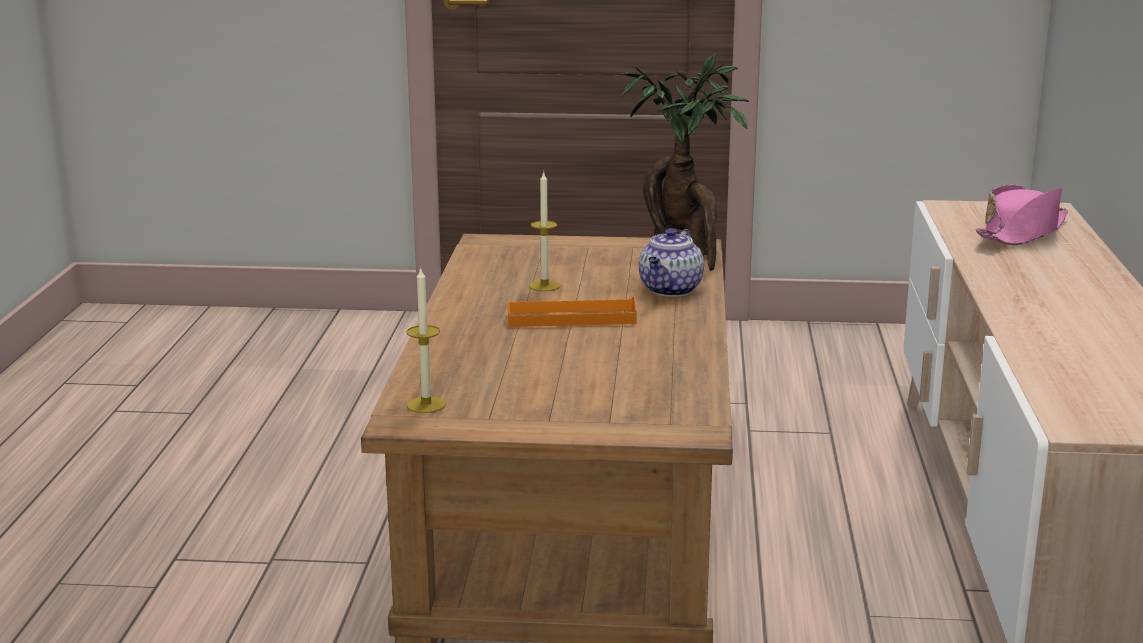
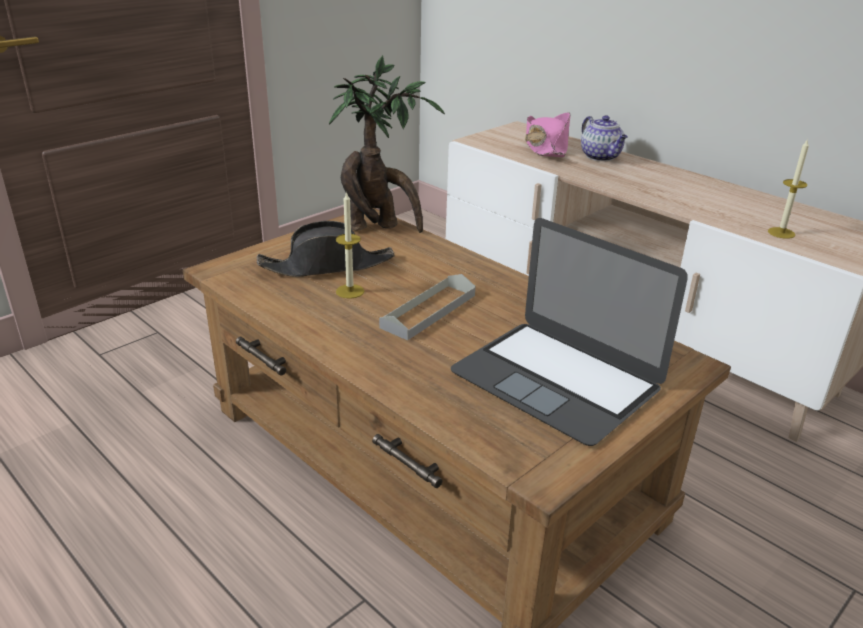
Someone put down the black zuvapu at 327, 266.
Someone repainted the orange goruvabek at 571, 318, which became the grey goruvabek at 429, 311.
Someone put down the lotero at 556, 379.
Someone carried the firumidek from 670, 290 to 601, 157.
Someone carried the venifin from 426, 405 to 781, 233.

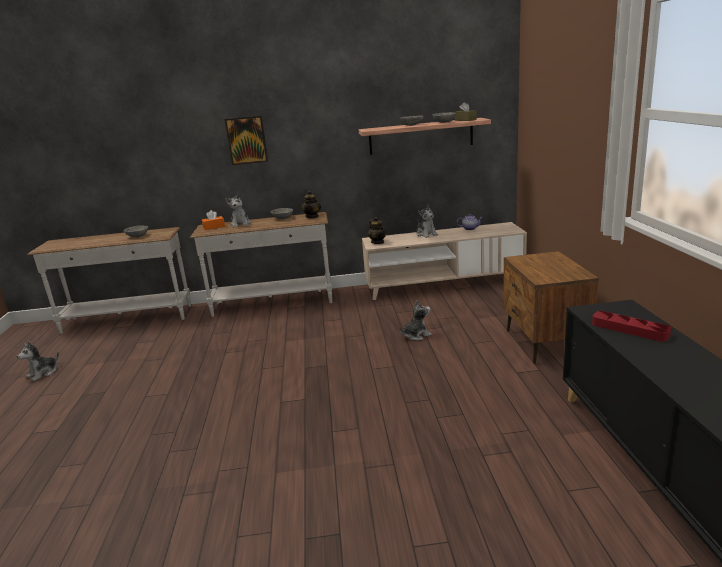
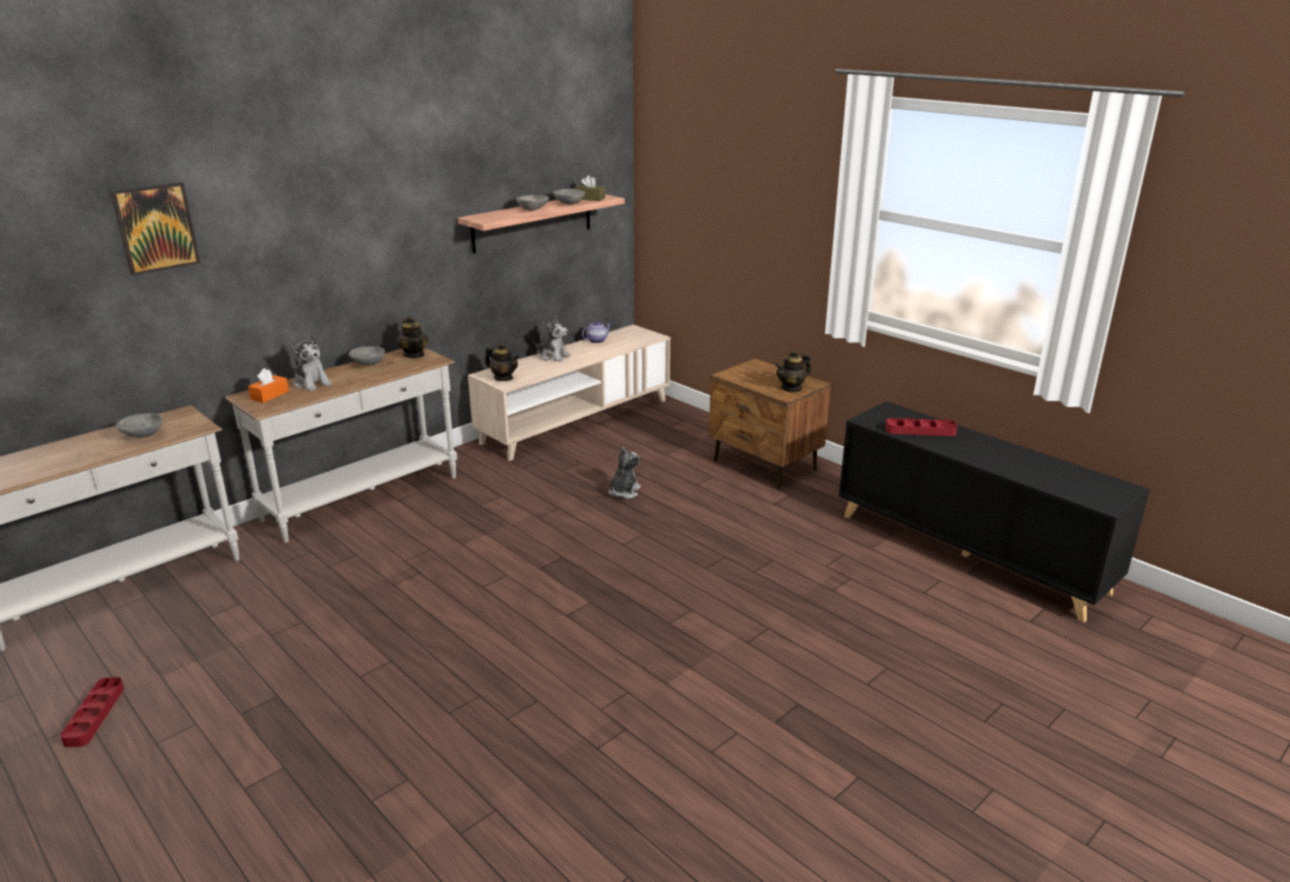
Someone swapped the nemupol at 43, 373 for the red goruvabek at 94, 715.
Someone carried the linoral from 246, 140 to 156, 228.
Someone put down the firumidek at 791, 388.

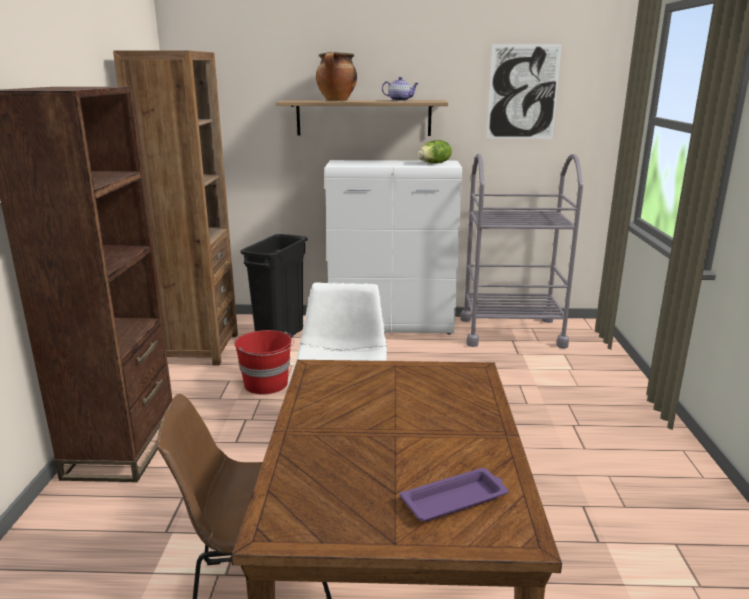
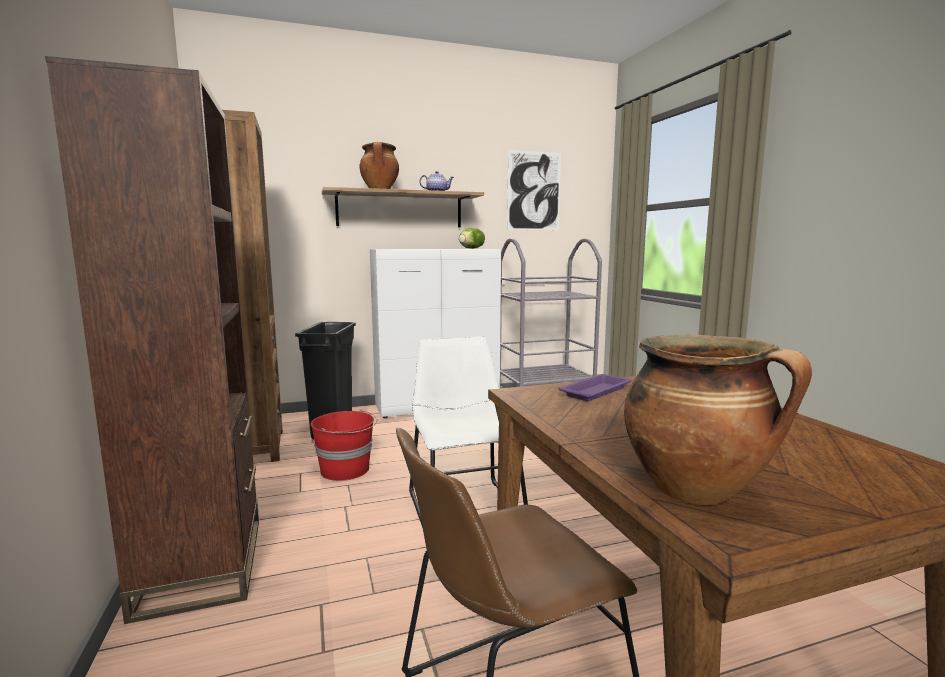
Someone carried the purple goruvabek from 456, 500 to 596, 391.
Someone put down the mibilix at 698, 490.

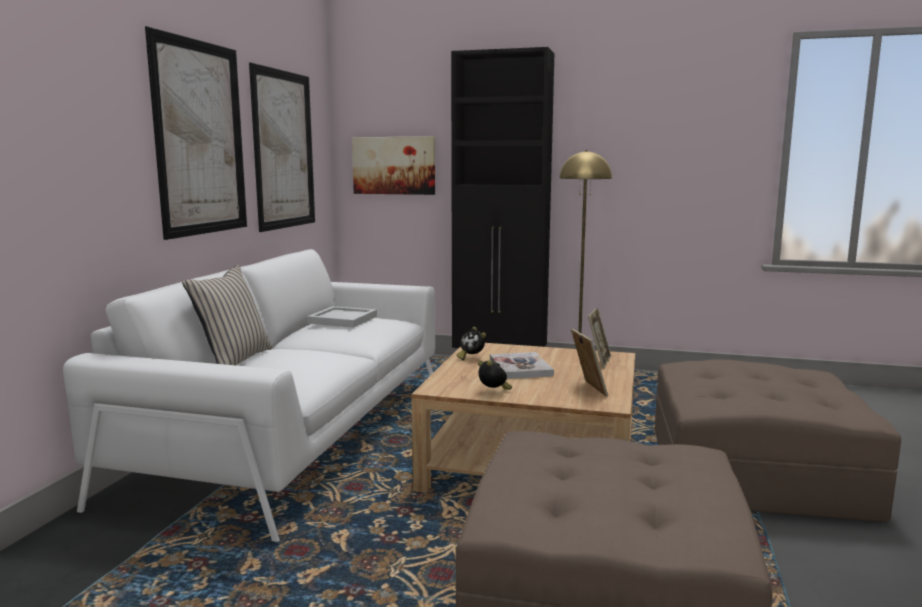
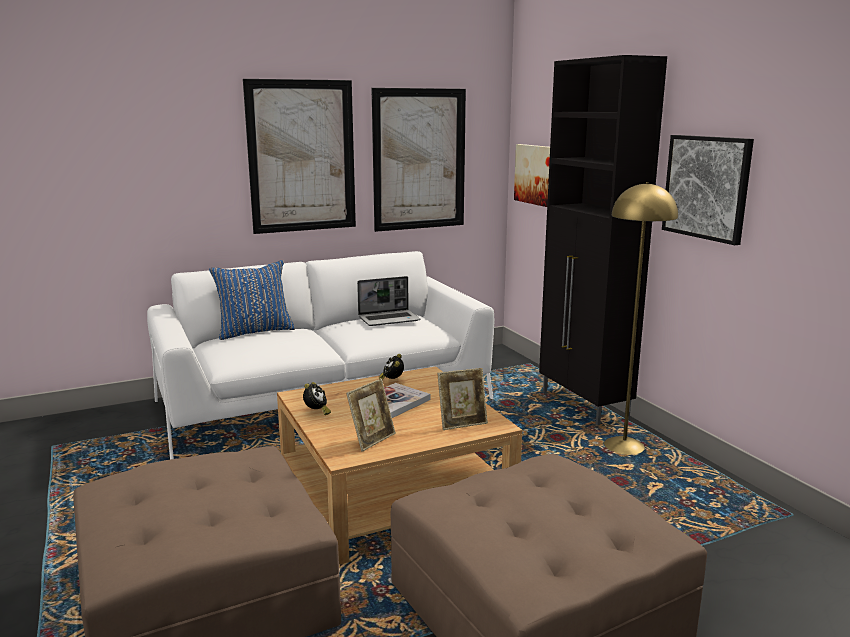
Someone repainted the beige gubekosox at 233, 360, which became the blue gubekosox at 254, 331.
Someone swapped the white goruvabek at 342, 319 for the lotero at 389, 319.
Someone put up the linoral at 706, 187.

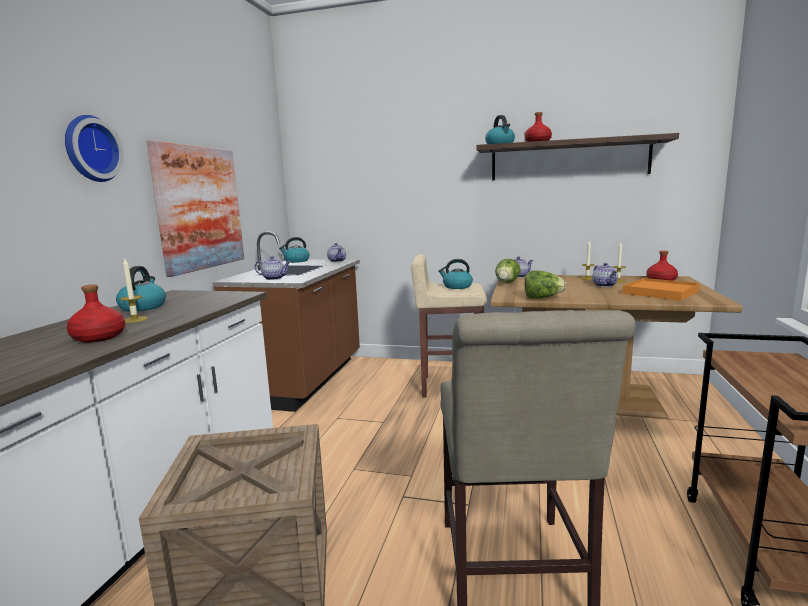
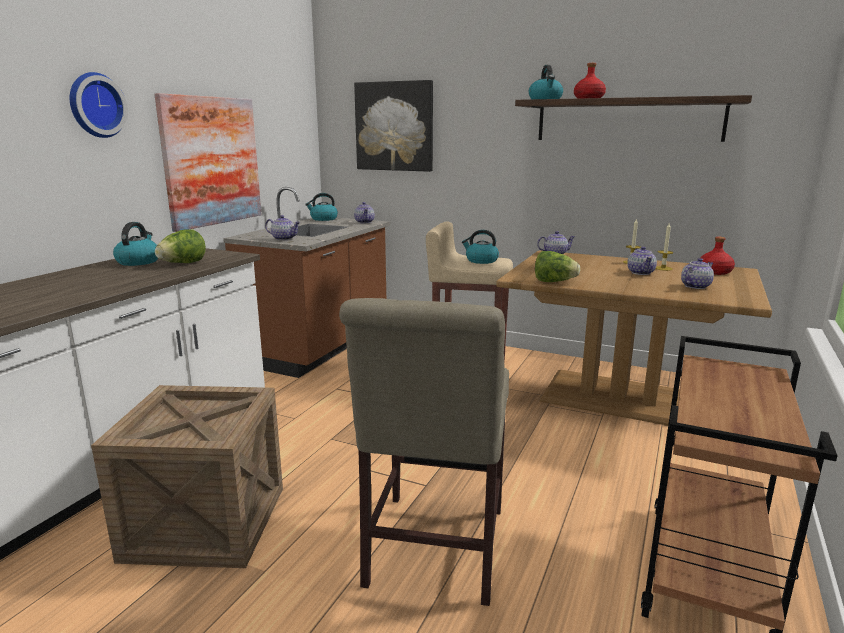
Someone carried the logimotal from 506, 283 to 183, 264.
Someone put up the linoral at 394, 126.
Someone swapped the orange goruvabek at 660, 292 for the firumidek at 695, 286.
Someone took away the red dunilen at 98, 337.
Someone took away the venifin at 134, 320.

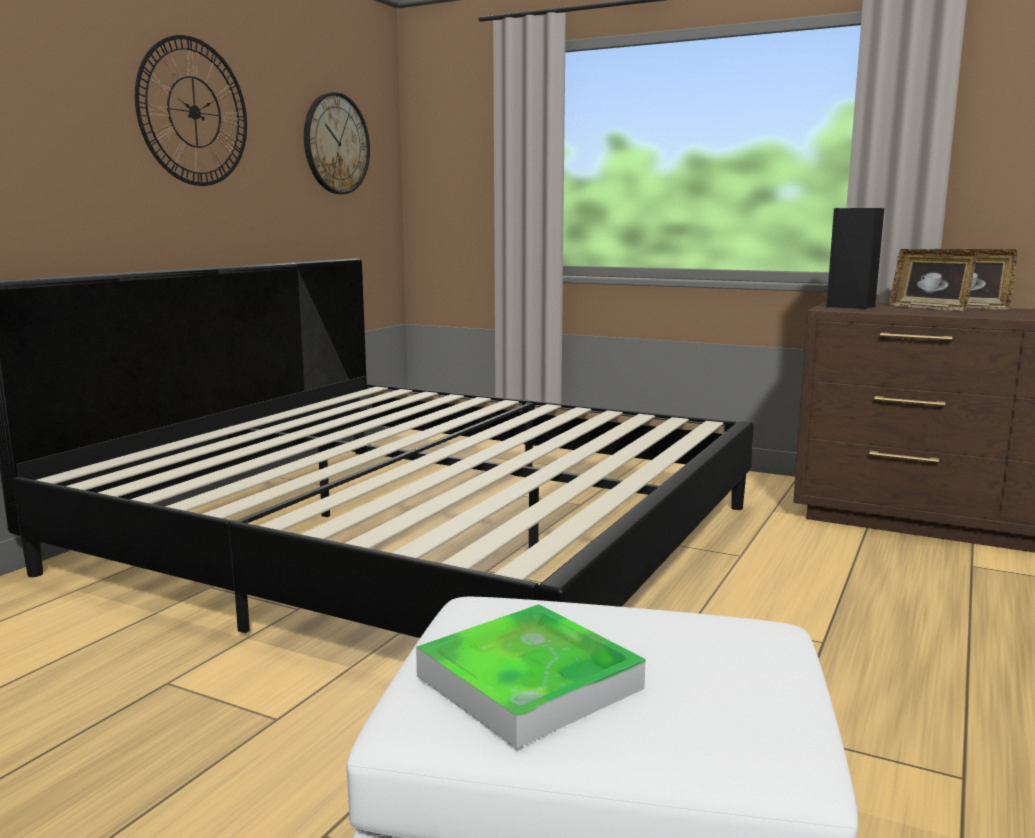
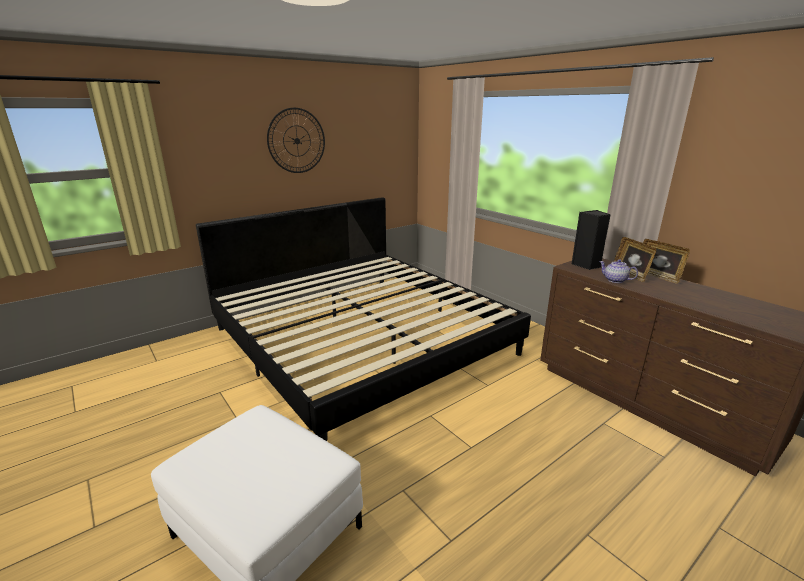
Someone put down the firumidek at 615, 280.
Someone took away the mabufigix at 336, 144.
Someone took away the goruvabek at 529, 682.

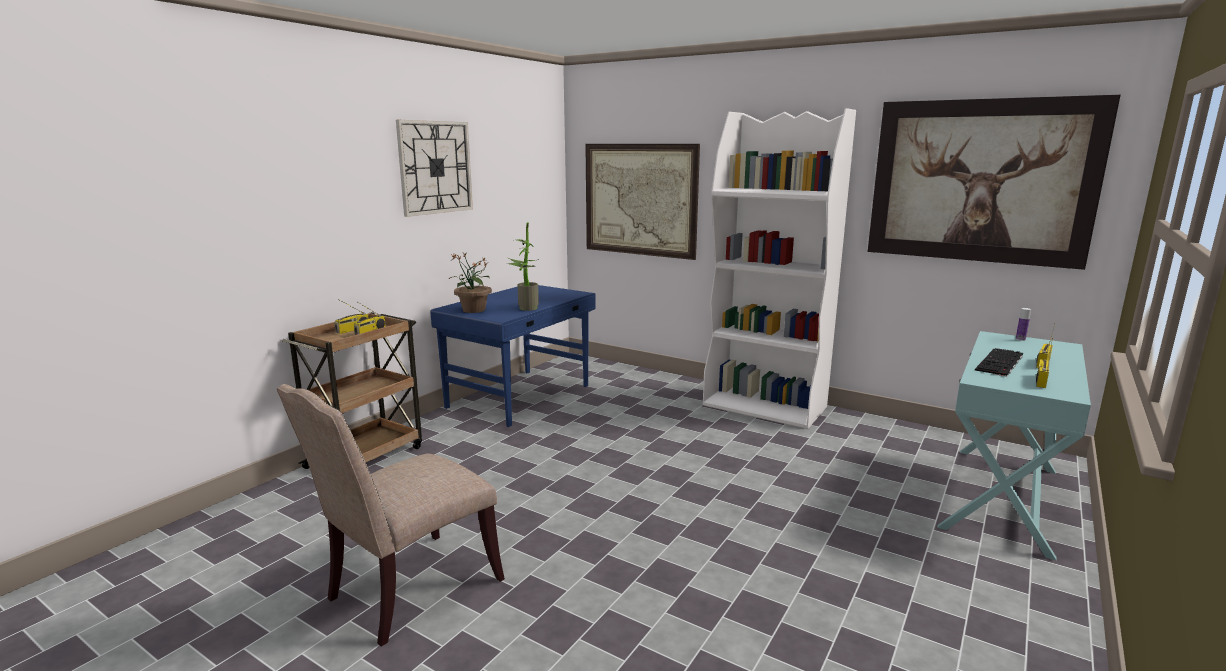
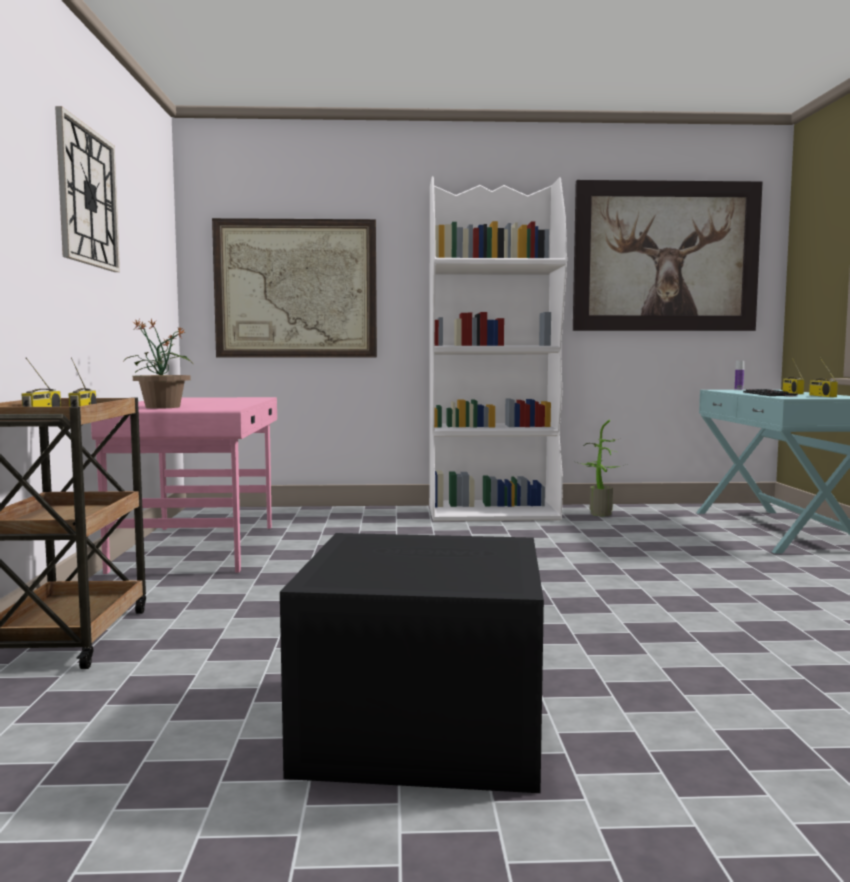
Someone repainted the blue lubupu at 521, 396, which became the pink lubupu at 200, 547.
Someone swapped the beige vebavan at 408, 591 for the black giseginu at 419, 726.
Someone carried the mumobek from 525, 308 to 598, 514.

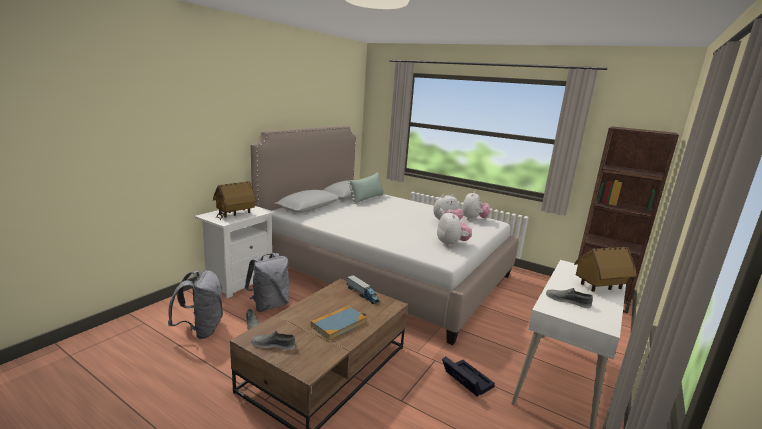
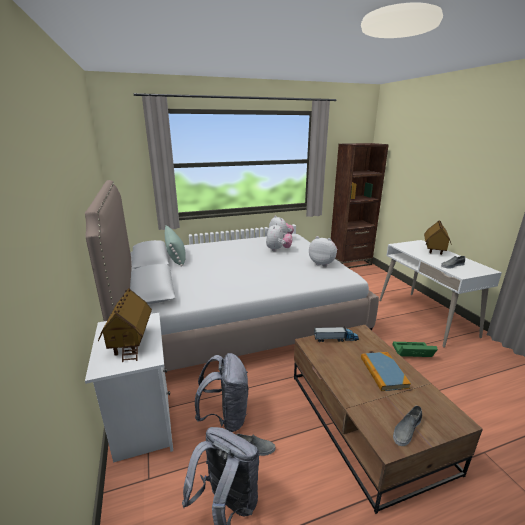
Someone repainted the black giseginu at 465, 380, which became the green giseginu at 411, 352.

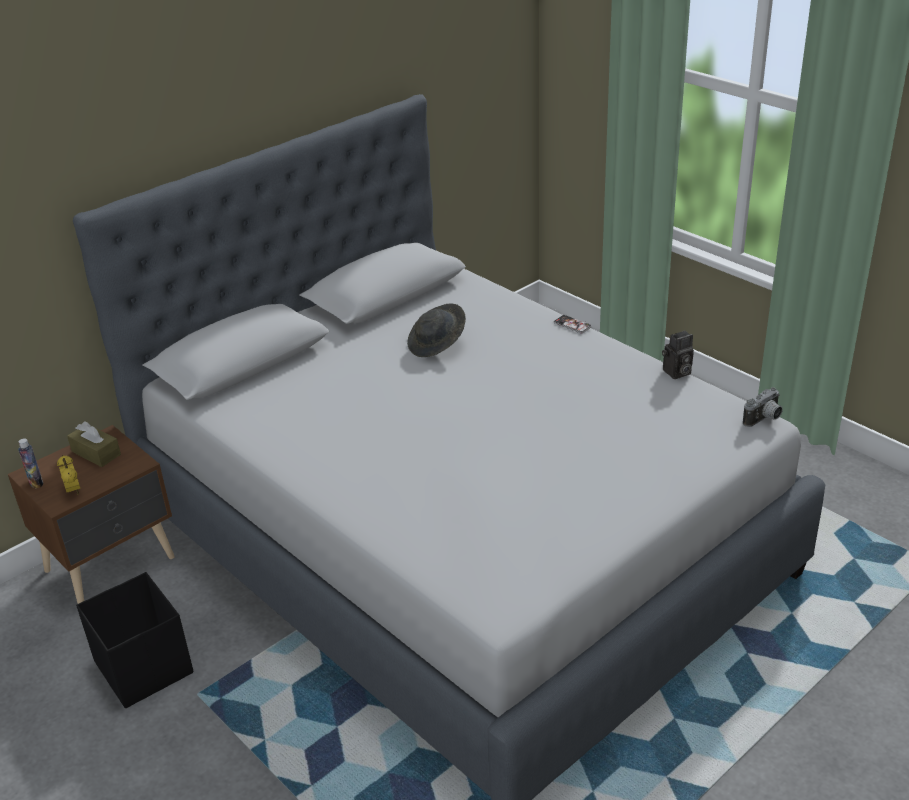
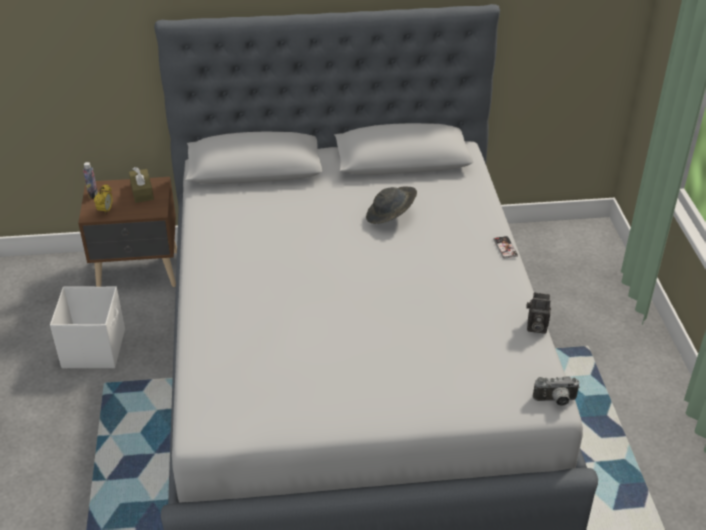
Someone repainted the black giseginu at 144, 666, which became the white giseginu at 94, 348.

